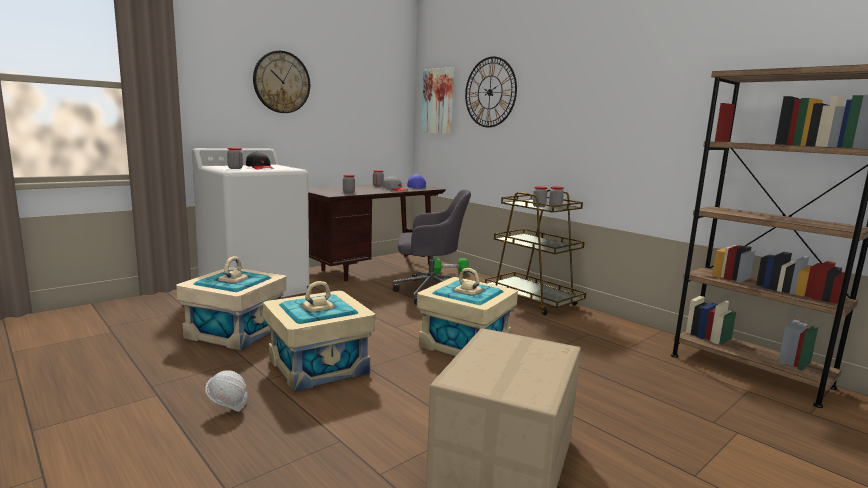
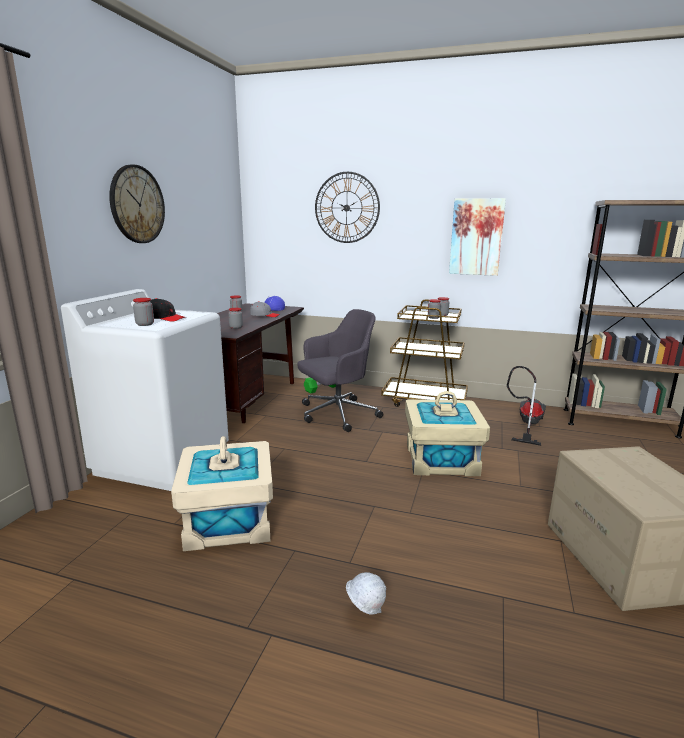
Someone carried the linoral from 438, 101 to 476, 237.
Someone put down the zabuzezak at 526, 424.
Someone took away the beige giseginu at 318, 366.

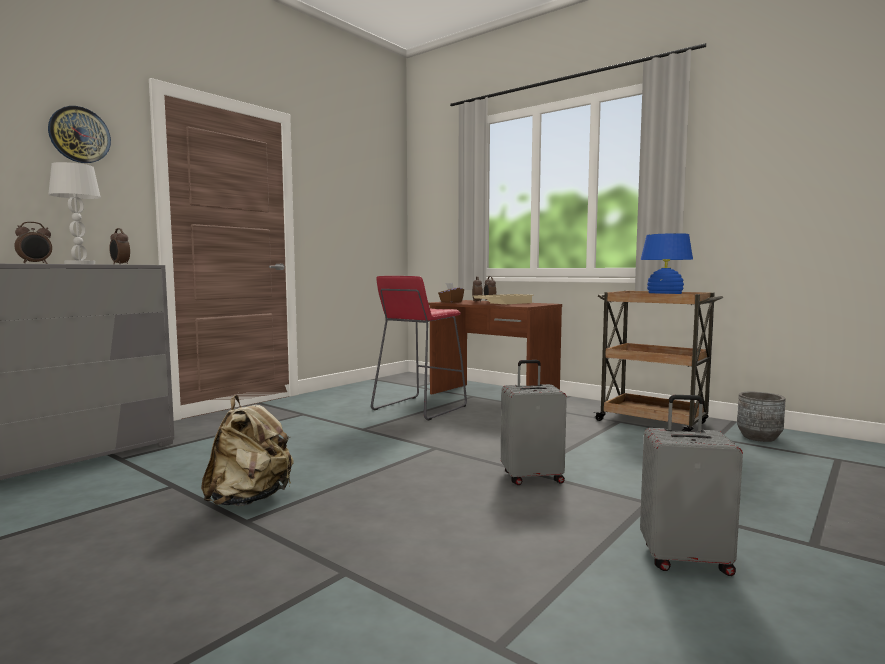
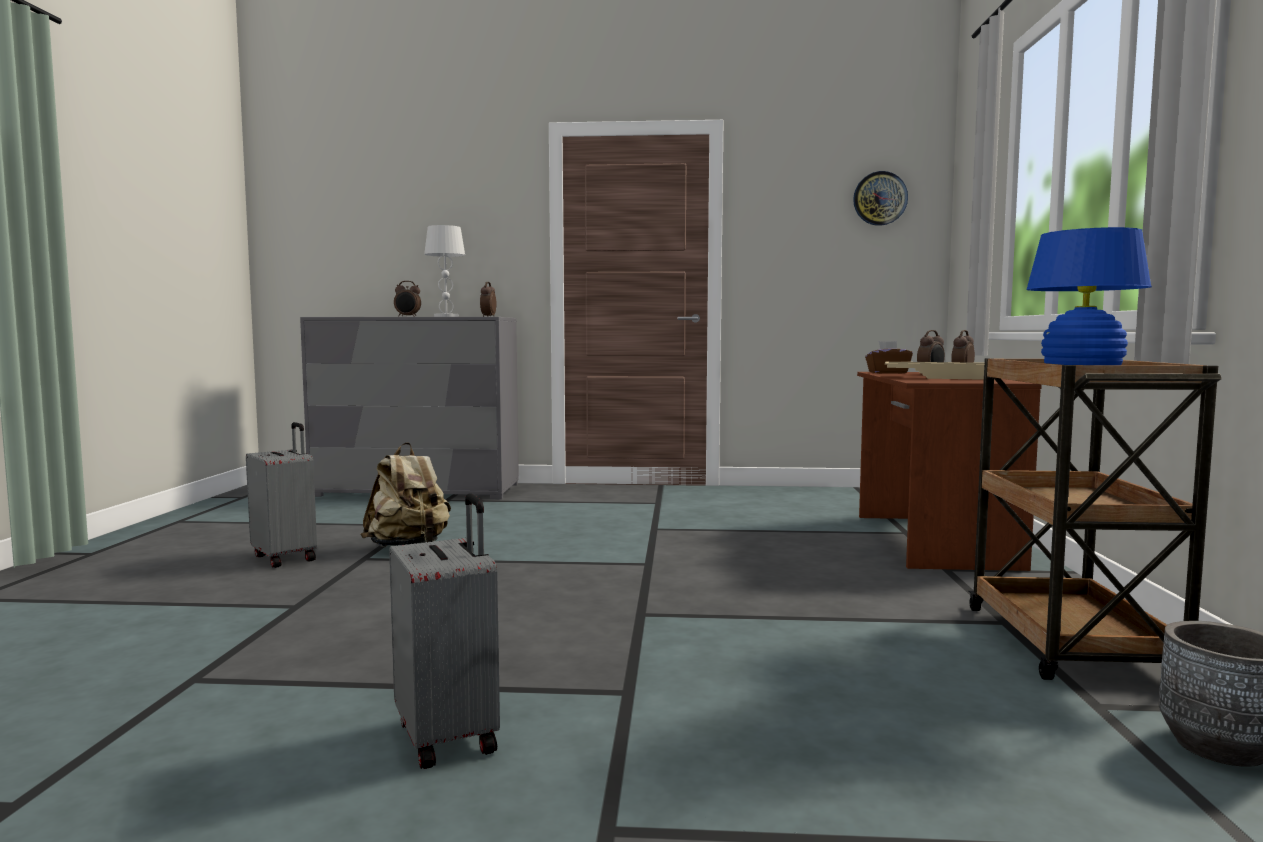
Someone carried the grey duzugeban from 532, 477 to 286, 557.
Someone carried the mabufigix from 79, 135 to 880, 198.
Someone took away the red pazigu at 419, 408.

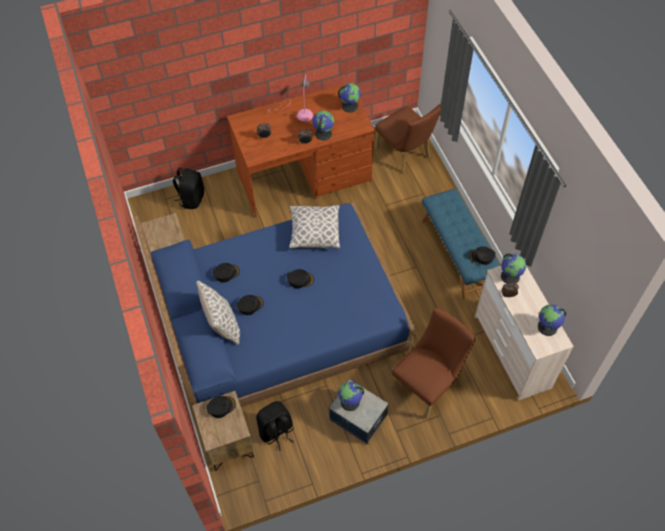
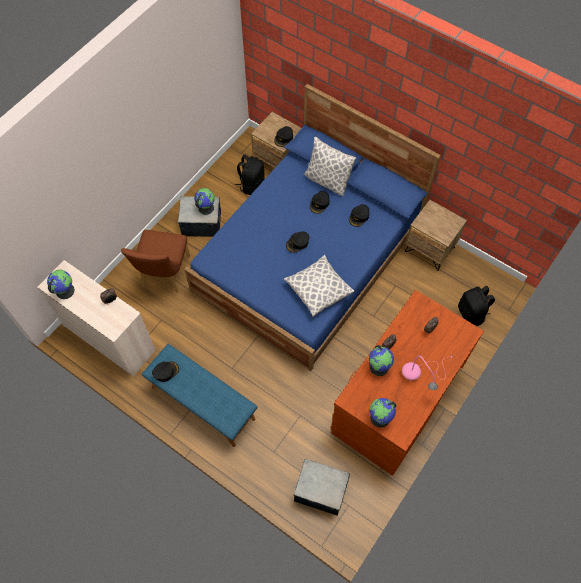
Someone swapped the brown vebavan at 405, 154 for the giseginu at 320, 490.
Someone took away the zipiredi at 510, 276.

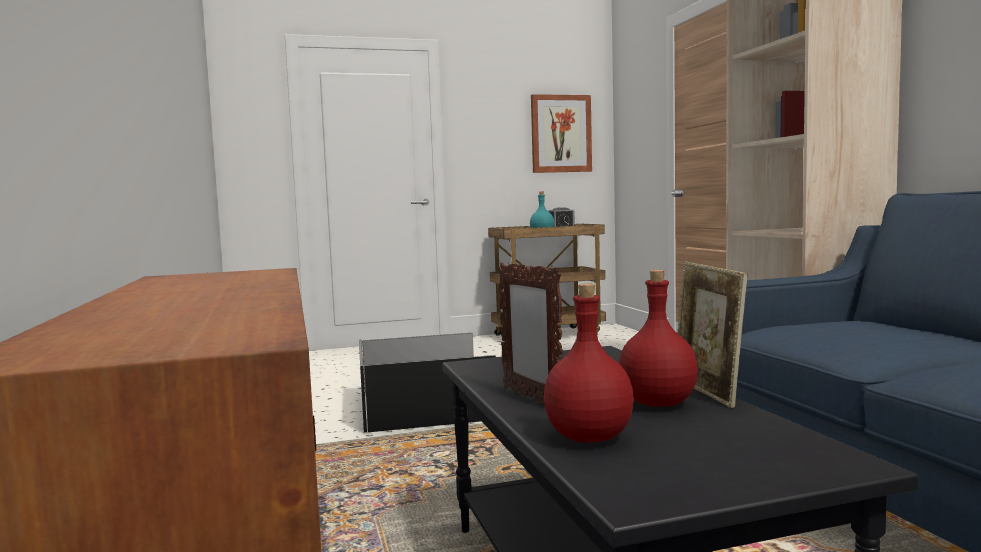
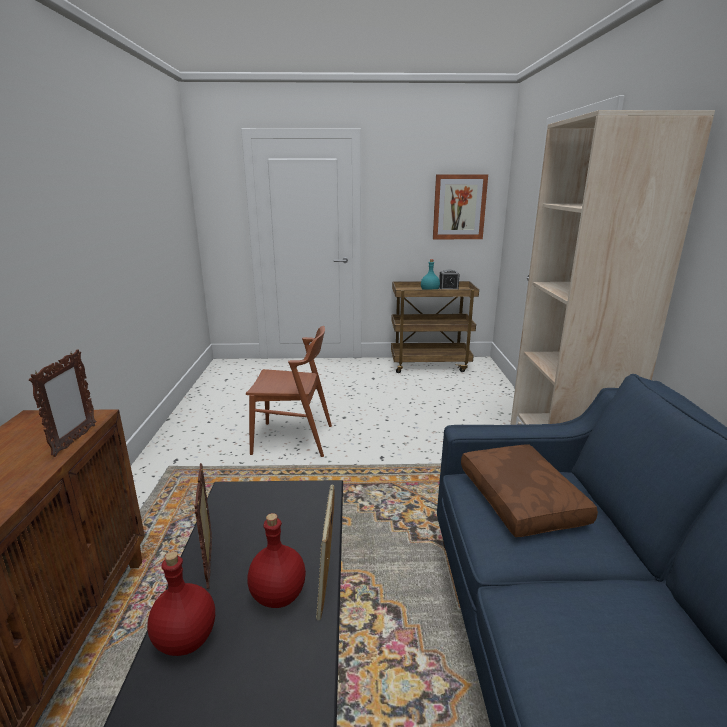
Someone put down the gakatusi at 75, 440.
Someone swapped the black giseginu at 425, 408 for the brown vebavan at 293, 439.
Someone put down the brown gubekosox at 523, 499.

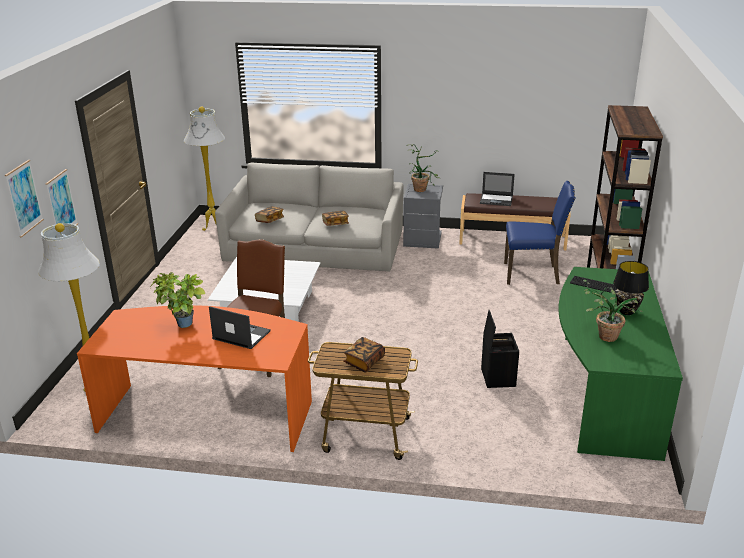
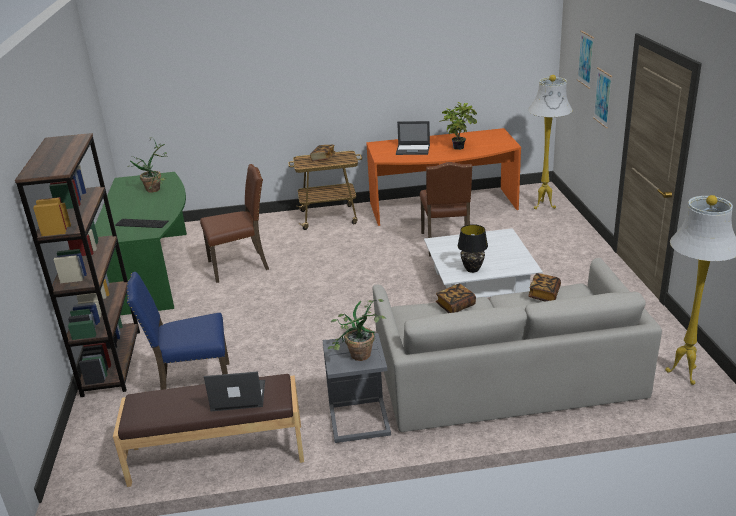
Someone swapped the black giseginu at 497, 377 for the brown vebavan at 240, 265.
Someone carried the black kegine from 626, 312 to 472, 269.

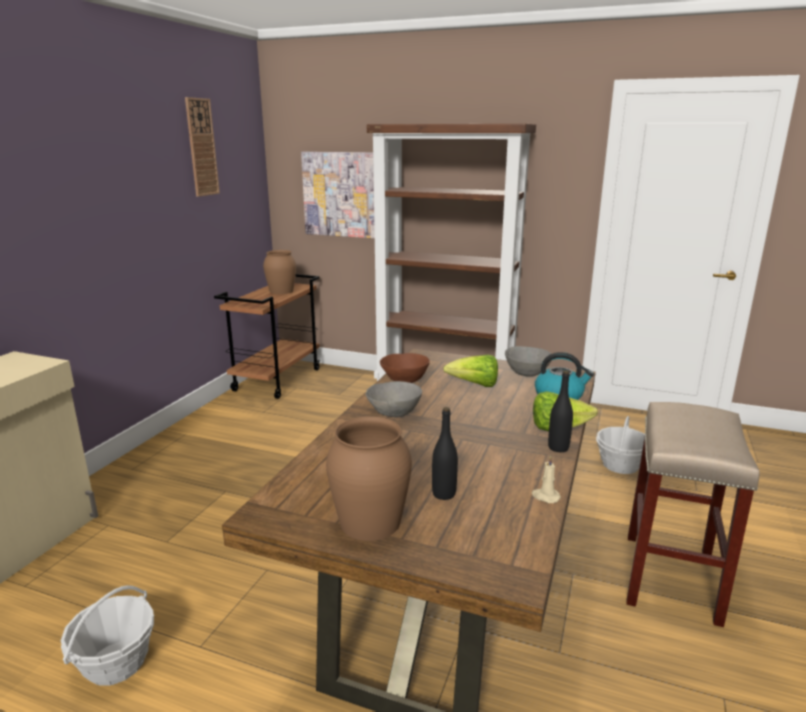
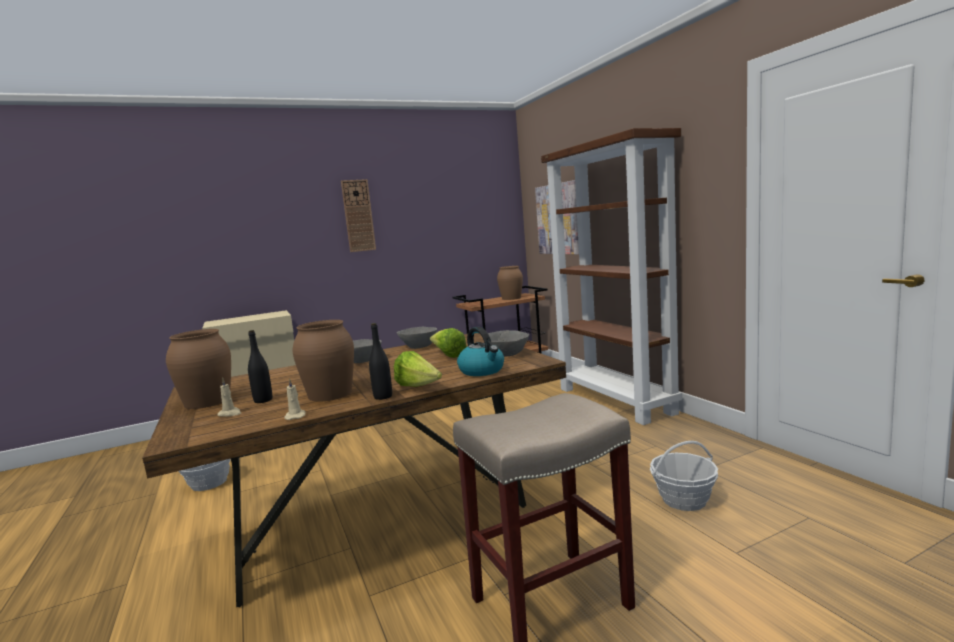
Someone put down the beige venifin at 230, 414.
Someone put down the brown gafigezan at 330, 394.
Someone carried the mabufigix from 201, 147 to 358, 215.
Someone repainted the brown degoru at 405, 379, which became the grey degoru at 419, 346.

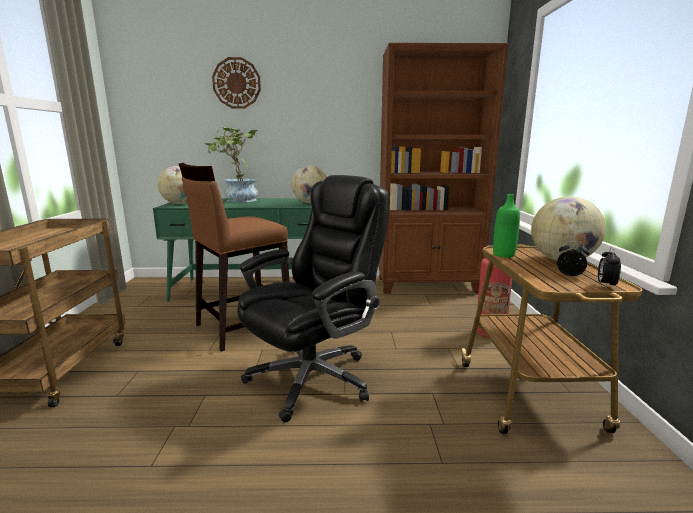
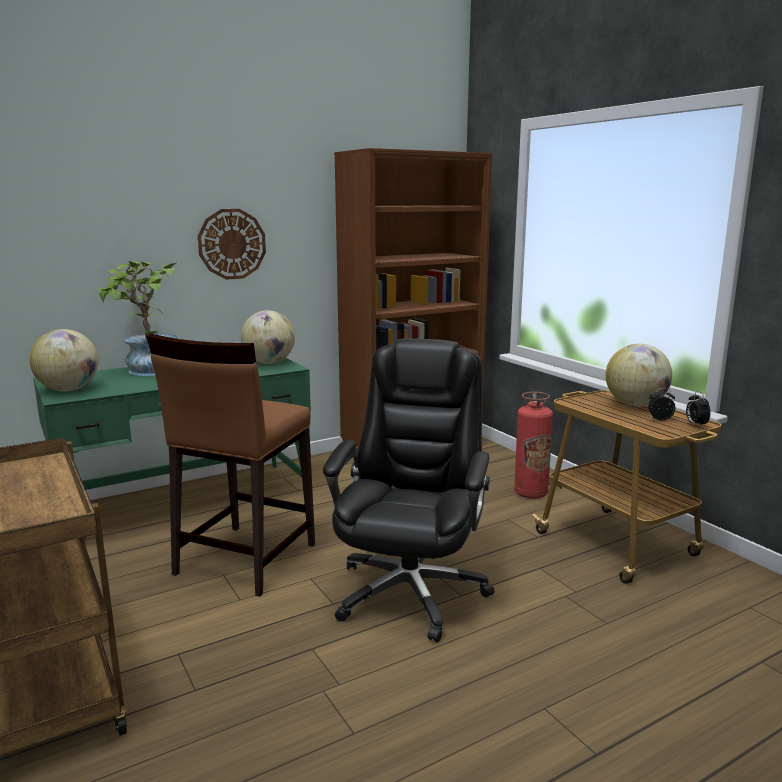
Someone carried the mabufigix from 236, 83 to 232, 244.
Someone took away the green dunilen at 503, 255.

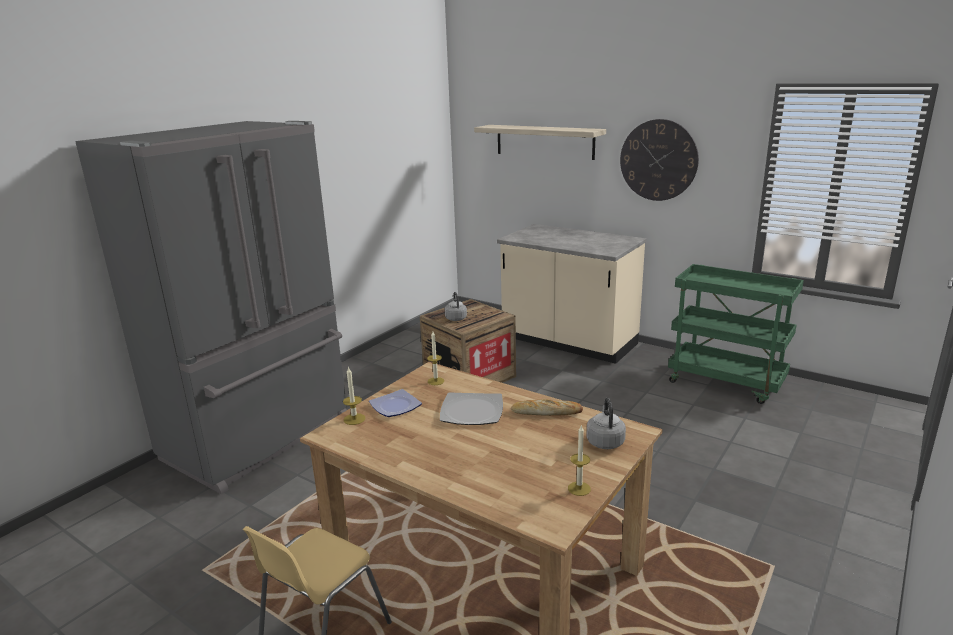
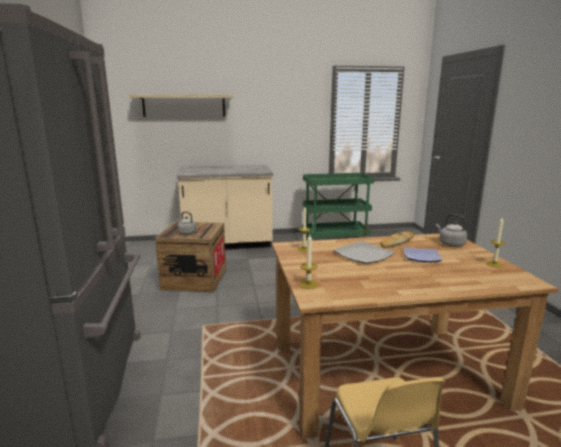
Someone carried the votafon from 394, 406 to 421, 257.
Someone took away the mabufigix at 658, 160.

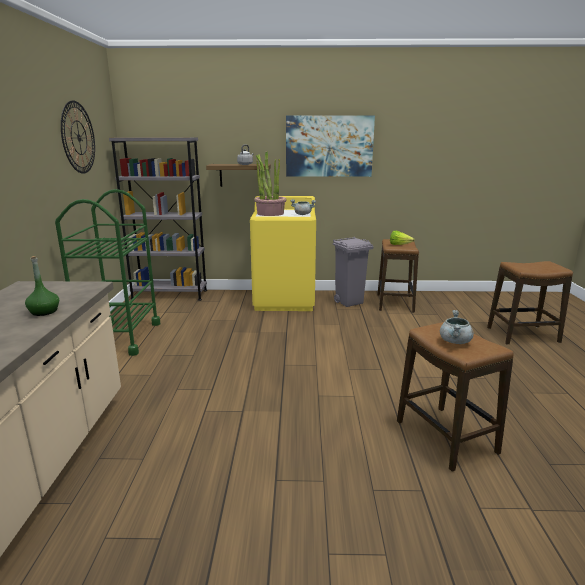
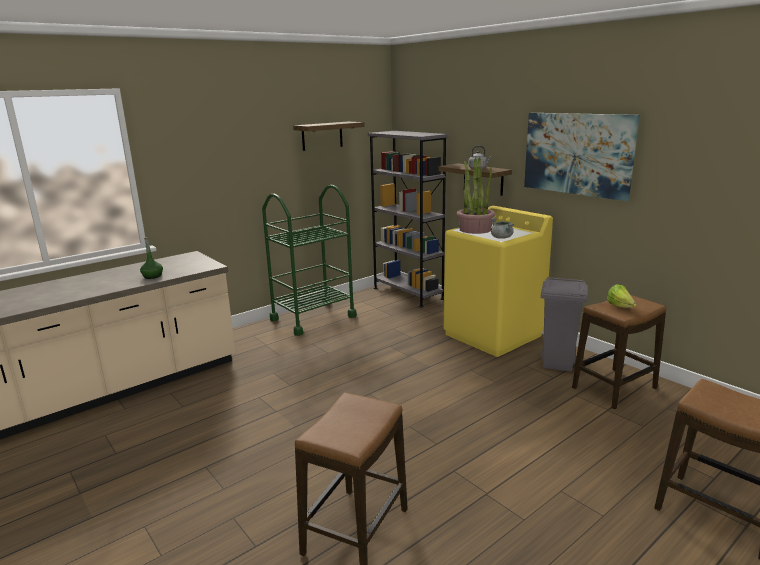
Someone swapped the mabufigix at 78, 137 for the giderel at 322, 136.
Someone took away the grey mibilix at 455, 341.

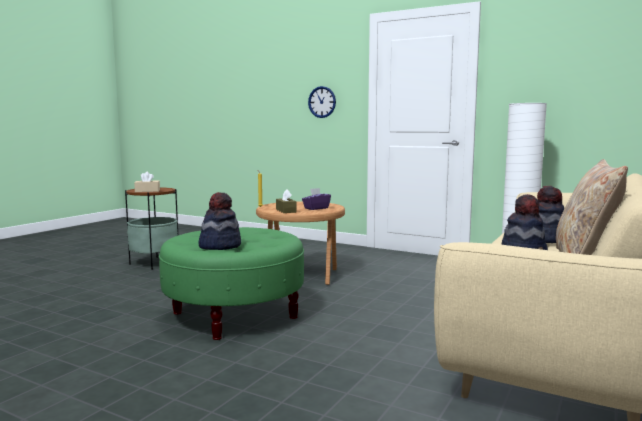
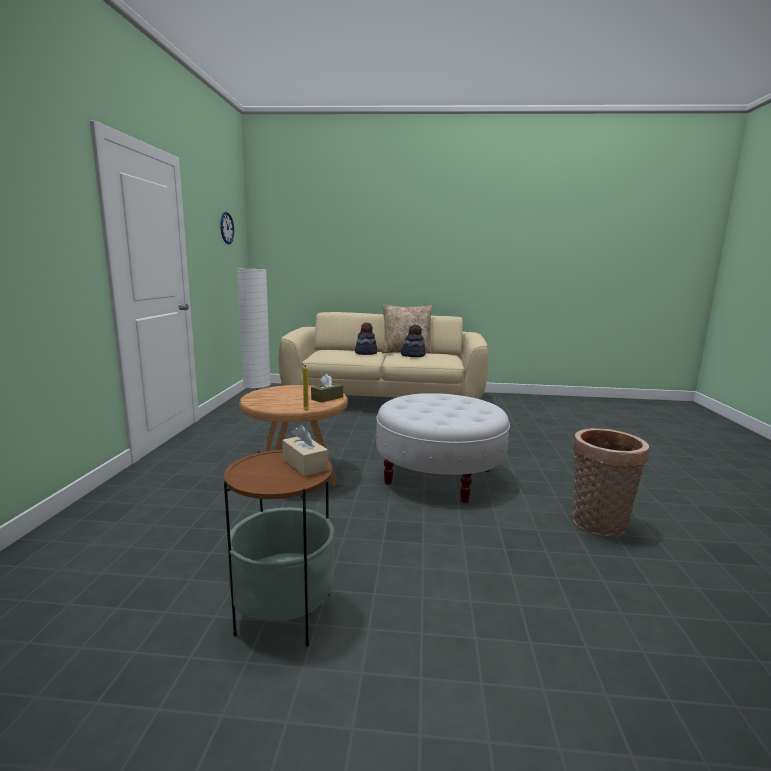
Someone carried the mabufigix from 322, 102 to 226, 228.
Someone repainted the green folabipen at 234, 315, which became the white folabipen at 439, 476.
Someone put down the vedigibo at 598, 525.
Someone took away the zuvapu at 220, 246.
Someone took away the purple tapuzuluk at 316, 208.

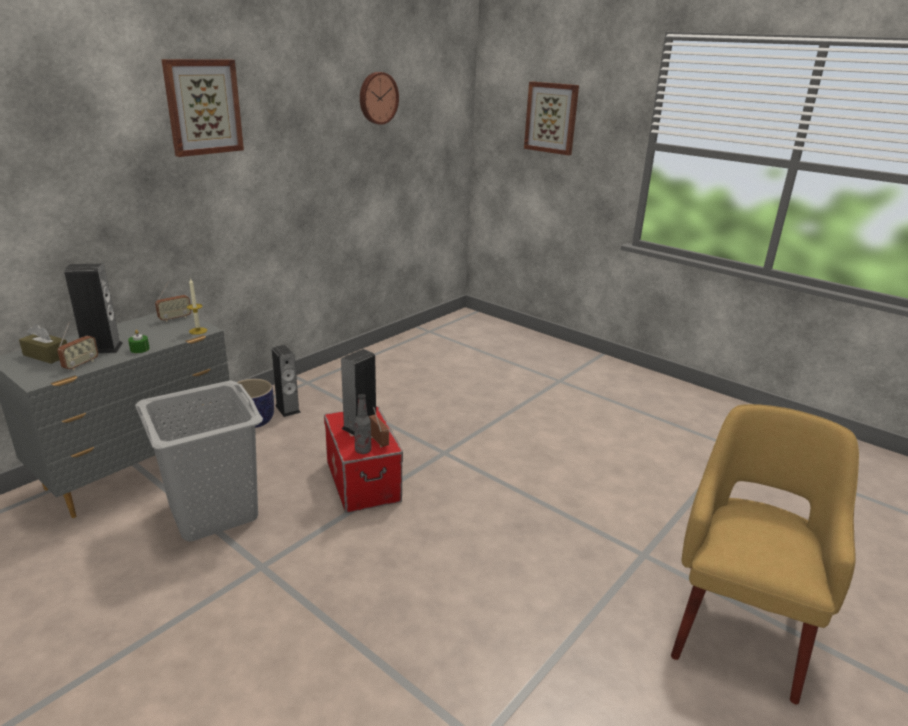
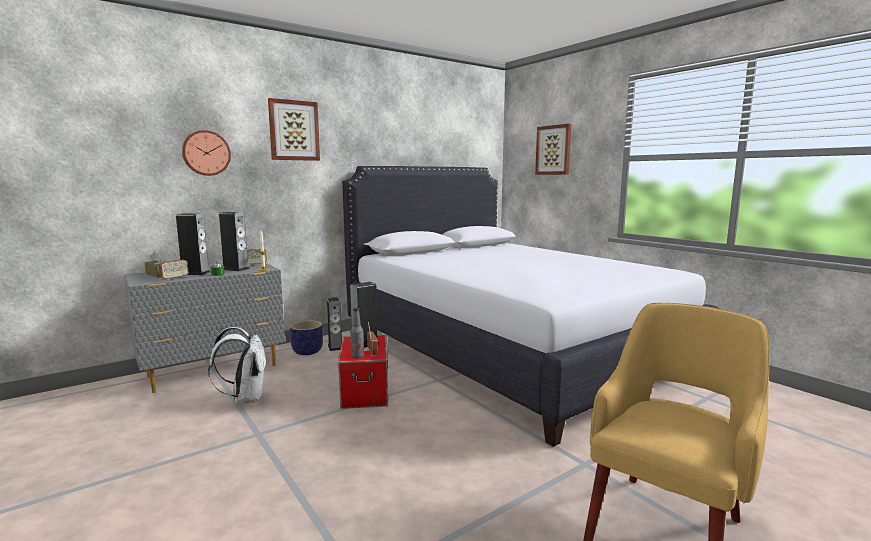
Someone carried the mabufigix from 377, 98 to 206, 153.
Someone swapped the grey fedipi at 213, 512 for the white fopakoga at 245, 398.
Someone put down the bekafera at 236, 269.
Someone put down the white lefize at 508, 350.

